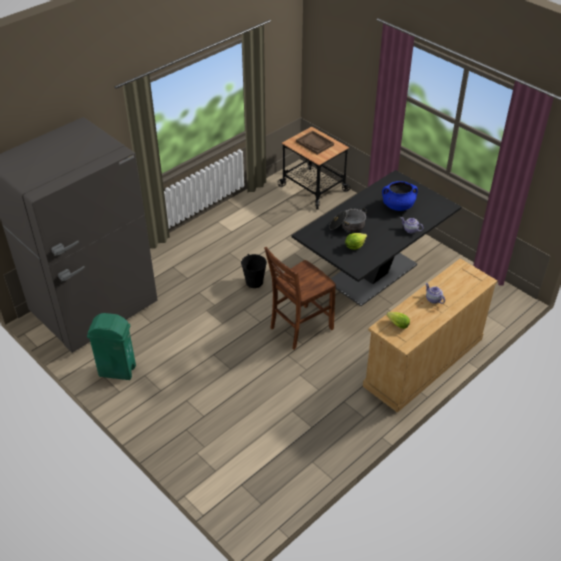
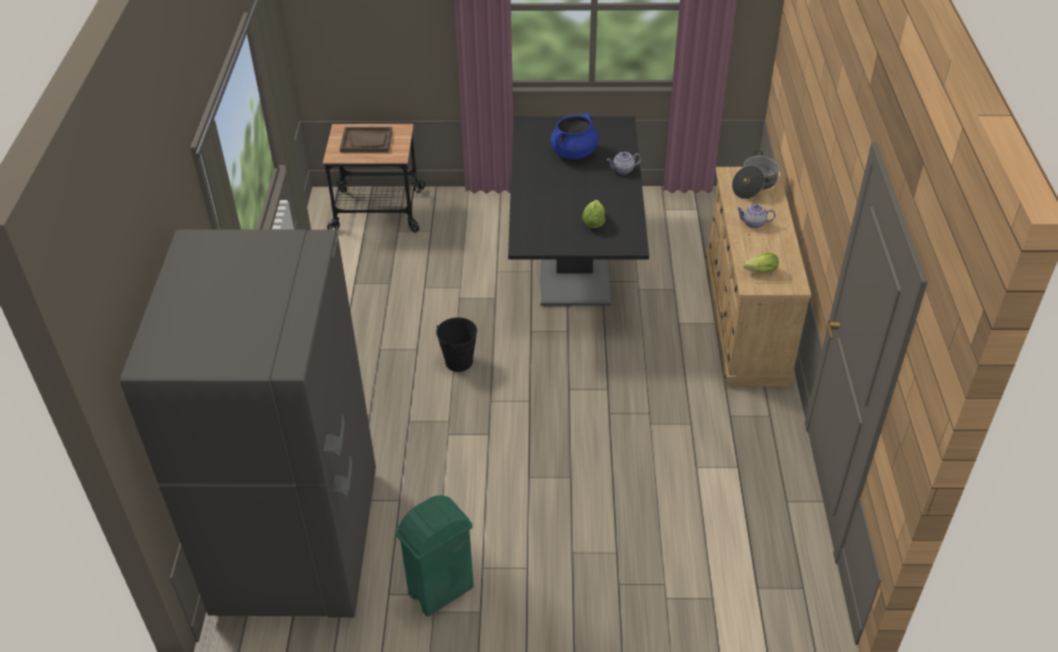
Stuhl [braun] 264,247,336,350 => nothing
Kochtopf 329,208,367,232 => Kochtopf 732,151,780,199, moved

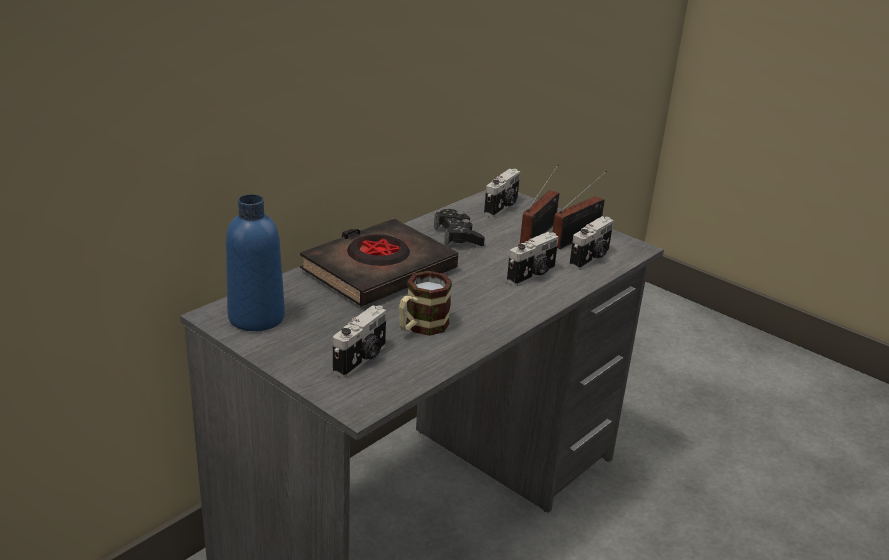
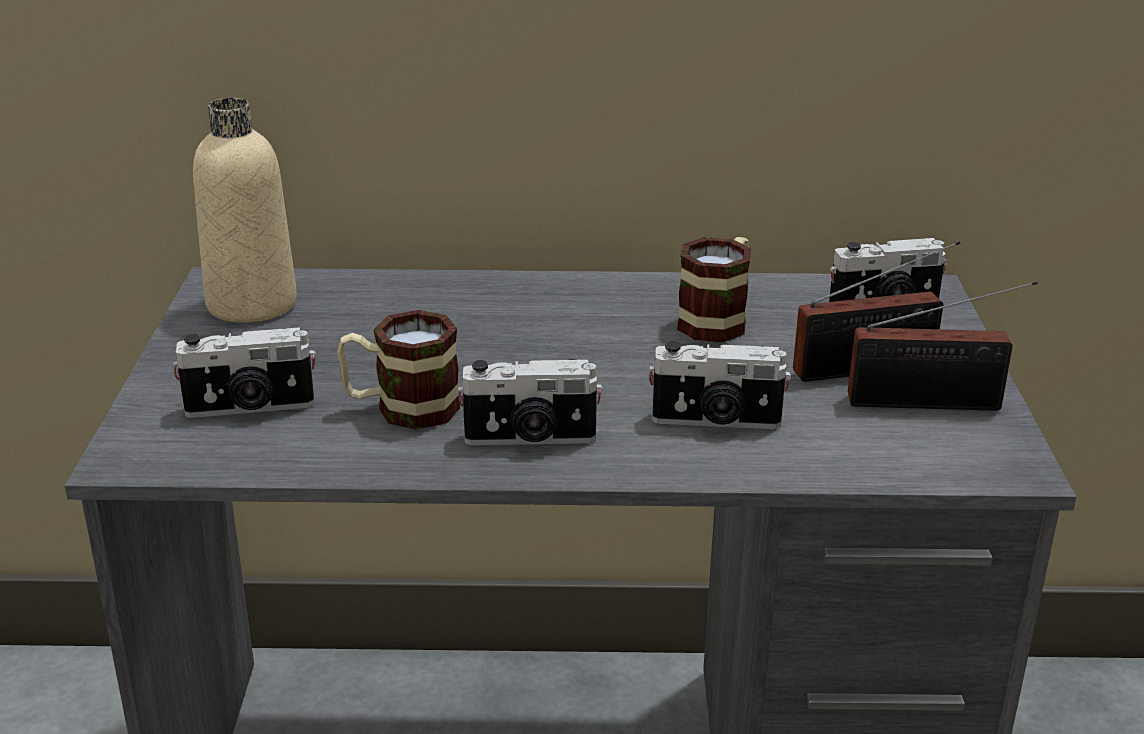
Buch [schwarz] 300,218,458,307 => nothing
Kamera 569,216,614,270 => Kamera 457,359,603,445, moved
Gamepad [schwarz] 434,209,485,246 => Henkelbecher 677,237,751,342
Flasche [blau] 226,194,285,331 => Flasche [beige] 193,98,297,323

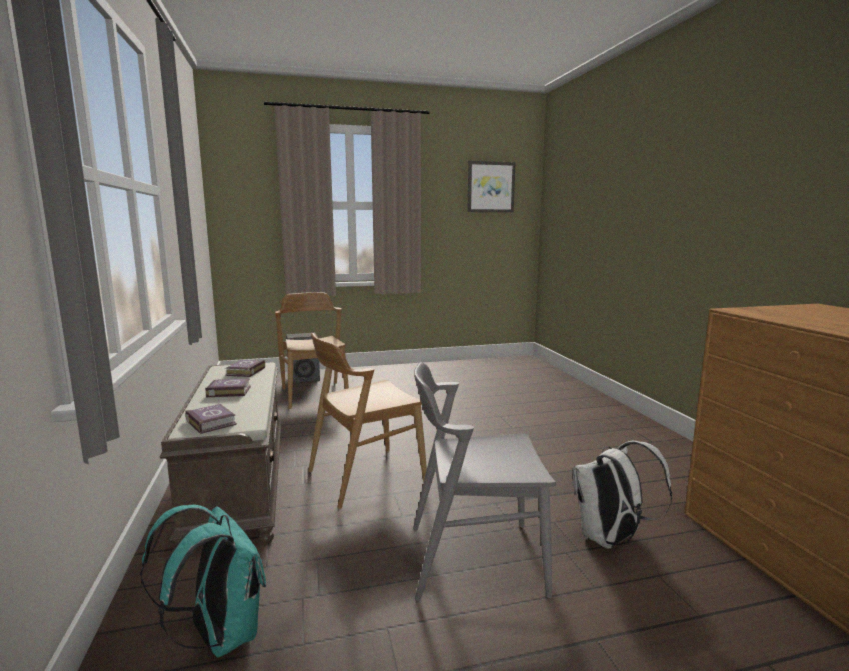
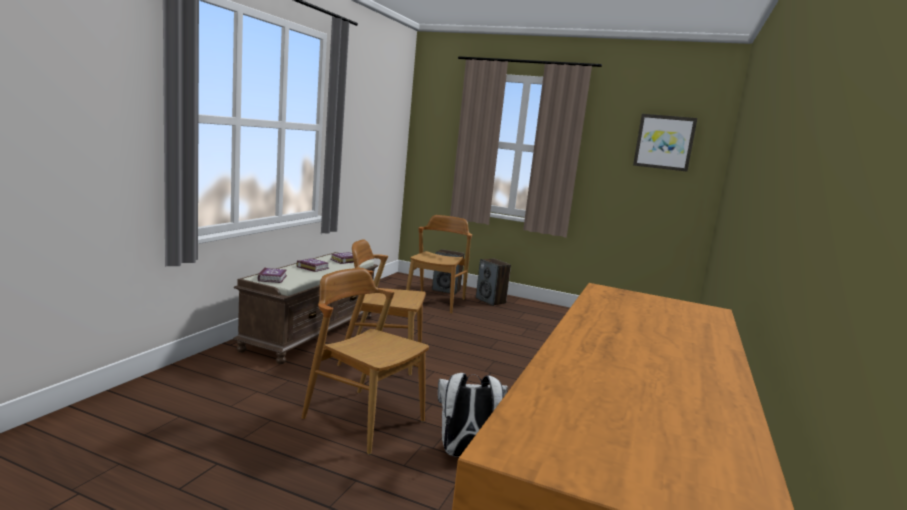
Rucksack [türkis] 140,505,266,658 => nothing
nothing => Lautsprecher 476,258,511,306
Stuhl [grau] 413,362,556,601 => Stuhl [braun] 302,268,429,454

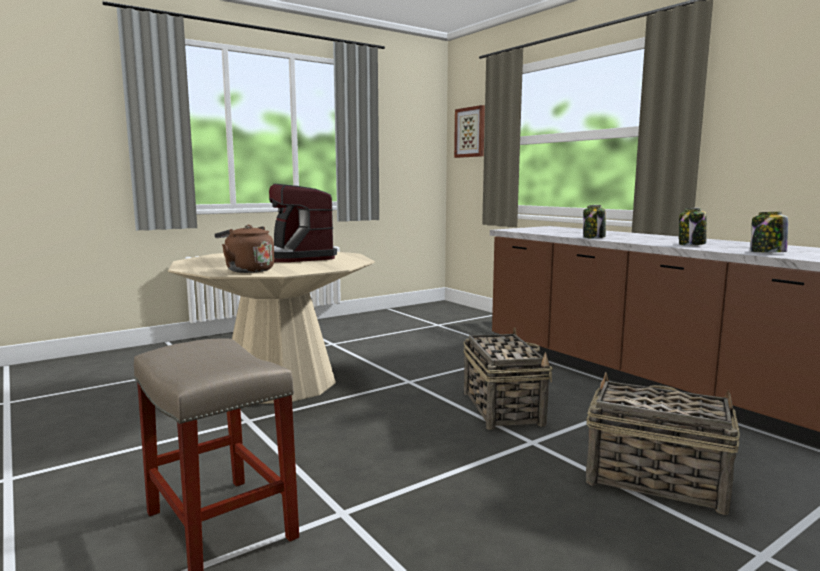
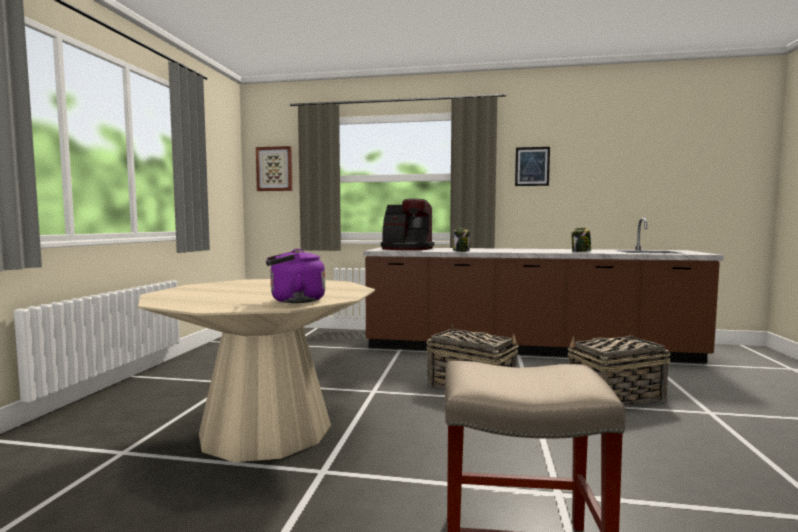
Vorratsglas 679,208,707,245 => nothing
nothing => Bild 515,147,550,186
Kaffeemaschine 269,184,337,262 => Kaffeemaschine 381,199,434,250, moved
Wasserkessel [braun] 214,225,274,273 => Wasserkessel [lila] 266,249,325,303

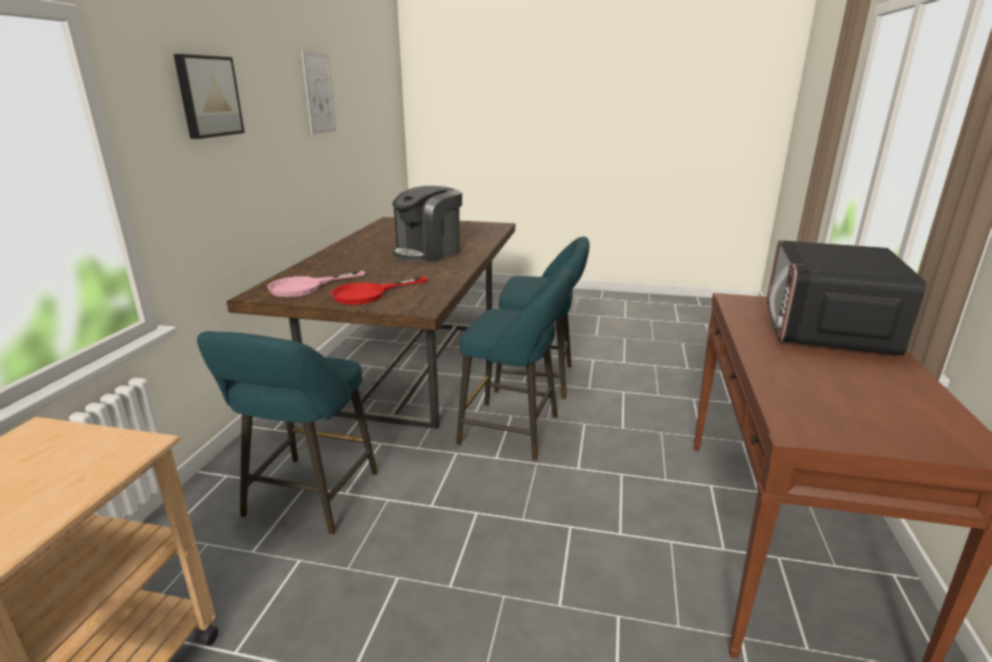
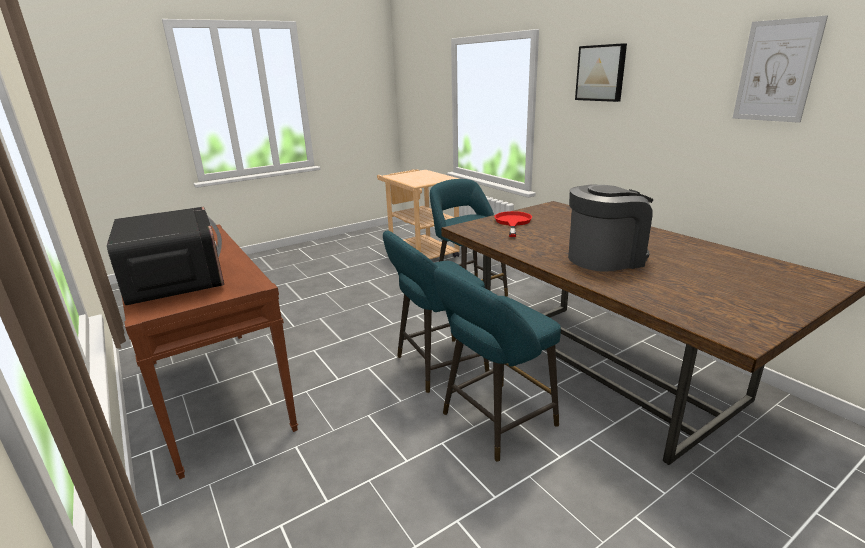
Pfanne [rosa] 267,271,365,297 => nothing
Kaffeemaschine 392,186,462,262 => Kaffeemaschine 568,185,653,272, 75 degrees clockwise

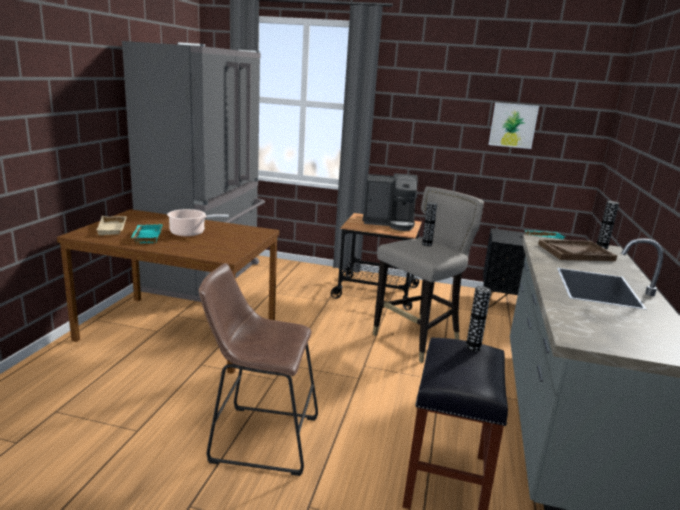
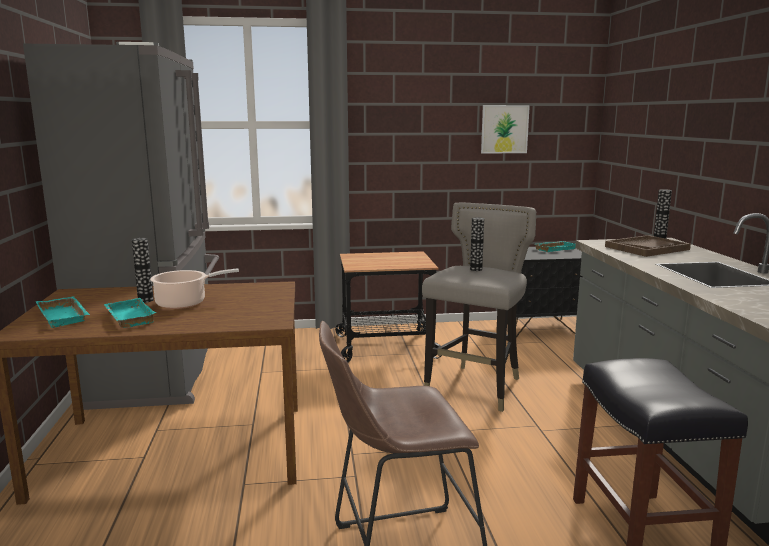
Kaffeemaschine 363,173,418,231 => nothing
Vase 466,286,491,351 => Vase 132,238,154,303, moved
Tablett [beige] 96,216,127,235 => Tablett [türkis] 36,296,90,328

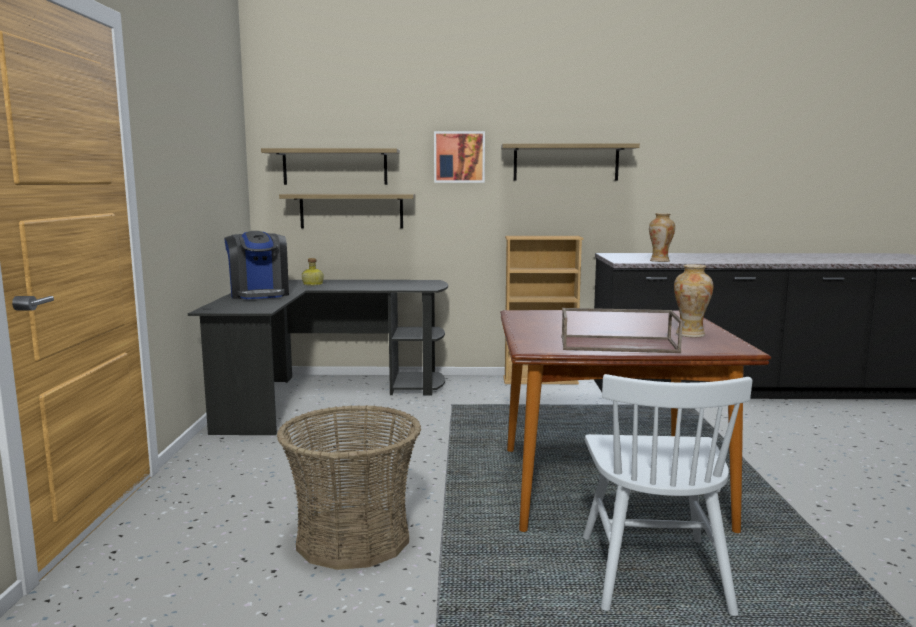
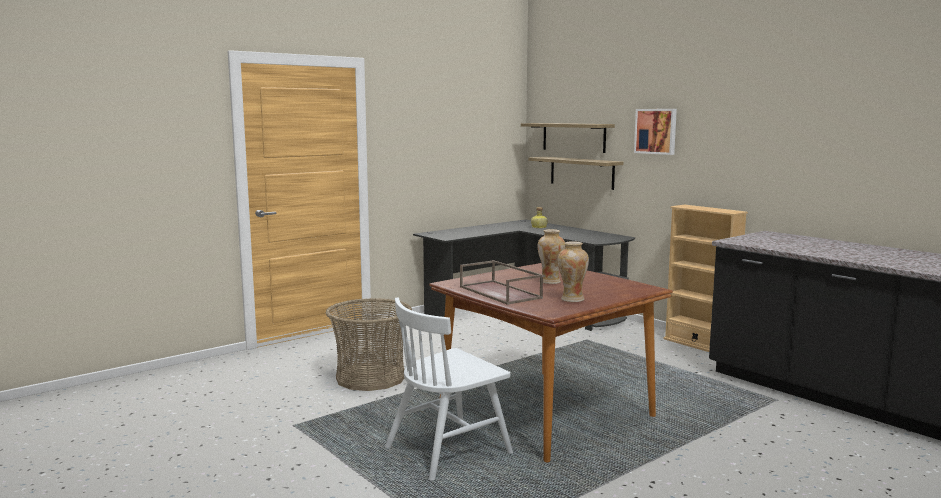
Kaffeemaschine 224,231,289,299 => nothing
Wandregal 501,143,640,180 => nothing
Vase 649,213,675,262 => Vase 538,229,565,284, moved

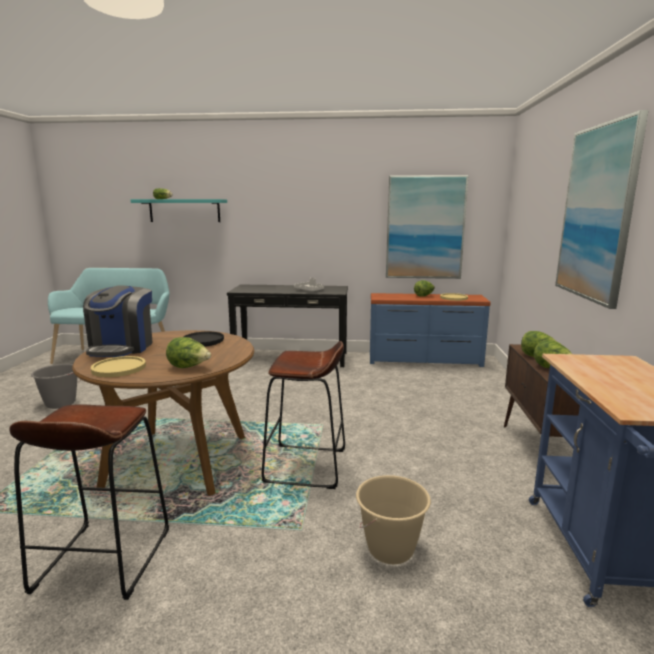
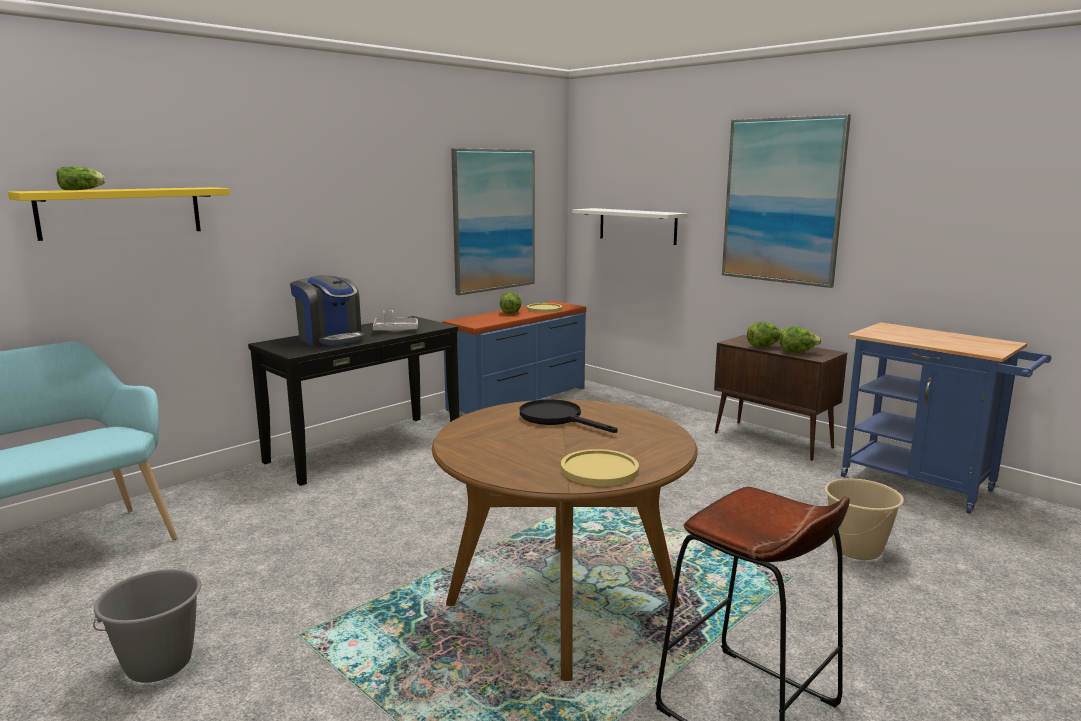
Salatkopf 166,337,211,368 => nothing
Hocker [braun] 262,341,345,489 => nothing
nothing => Wandregal [weiß] 572,208,688,245
Kaffeemaschine 83,285,153,357 => Kaffeemaschine 290,275,364,346, moved
Wandregal [türkis] 131,199,227,222 => Wandregal [gelb] 8,187,230,241

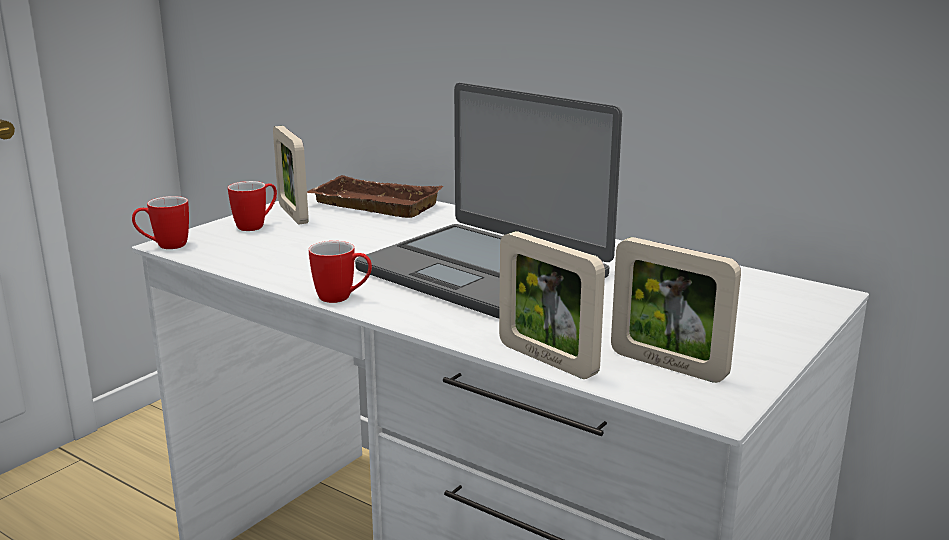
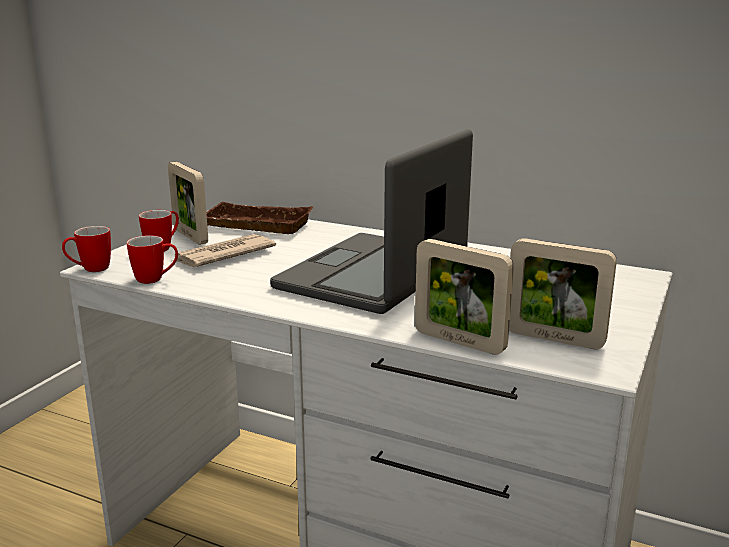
nothing => Zeitung 172,234,276,267
Henkelbecher 308,241,372,303 => Henkelbecher 126,235,178,284, moved
Laptop 355,83,622,319 => Laptop 270,129,473,314, 90 degrees clockwise

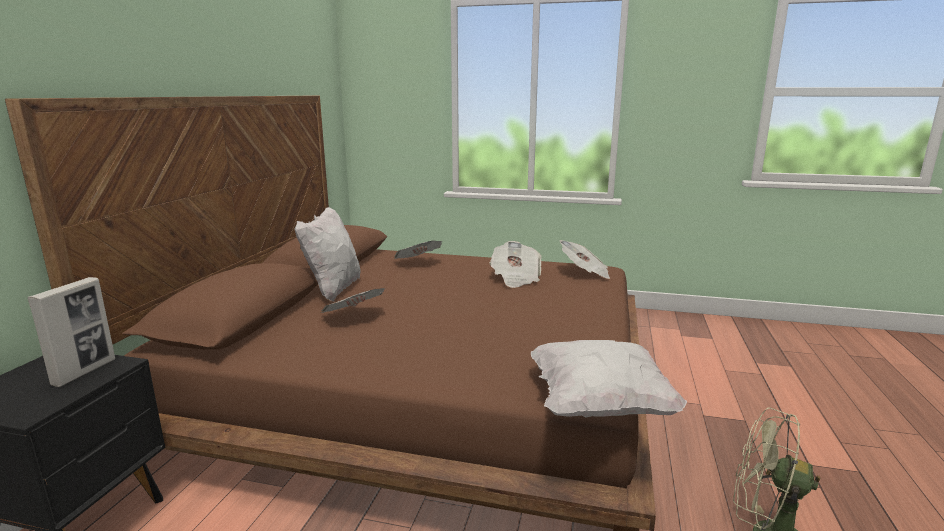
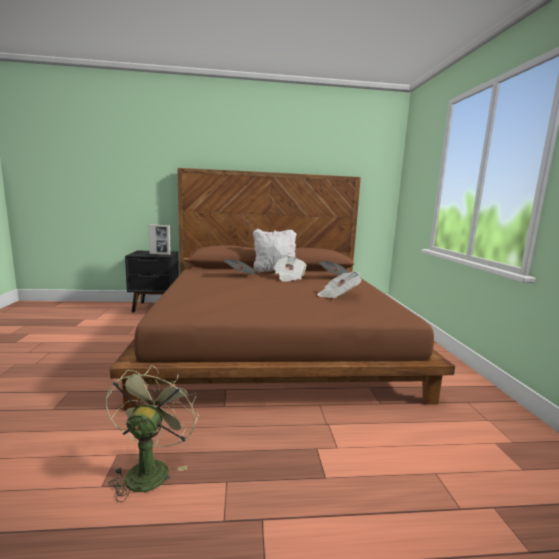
Kissen [weiß] 531,340,687,417 => nothing
Zeitung 560,240,610,279 => Zeitung 274,256,307,281, moved

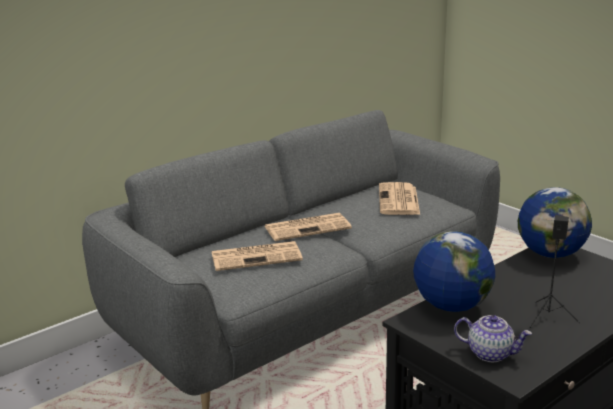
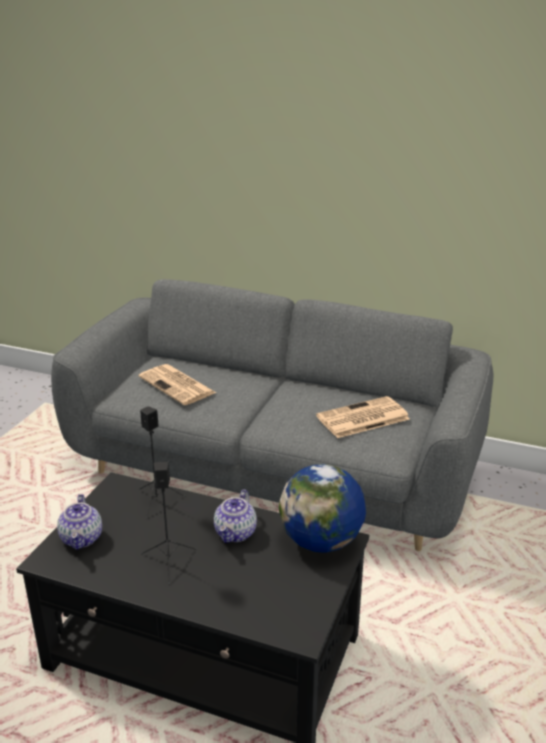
Zeitung 265,213,352,241 => nothing
nothing => Teekanne 214,489,257,543
Globus 413,231,495,312 => Lautsprecher [schwarz] 139,406,185,519

